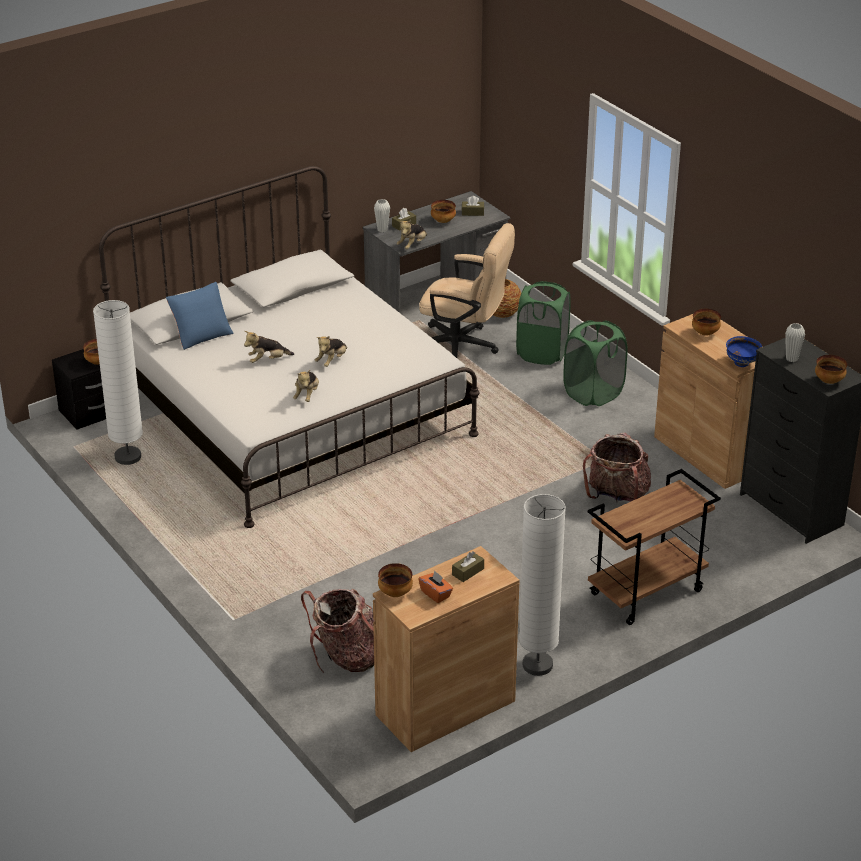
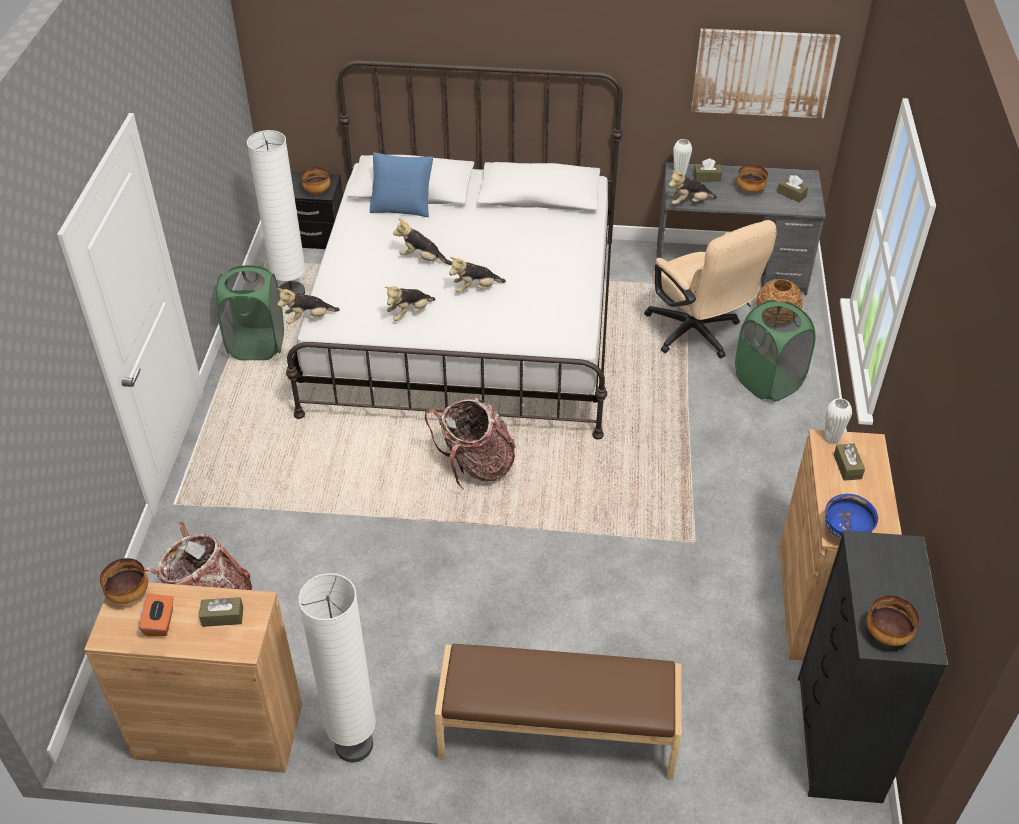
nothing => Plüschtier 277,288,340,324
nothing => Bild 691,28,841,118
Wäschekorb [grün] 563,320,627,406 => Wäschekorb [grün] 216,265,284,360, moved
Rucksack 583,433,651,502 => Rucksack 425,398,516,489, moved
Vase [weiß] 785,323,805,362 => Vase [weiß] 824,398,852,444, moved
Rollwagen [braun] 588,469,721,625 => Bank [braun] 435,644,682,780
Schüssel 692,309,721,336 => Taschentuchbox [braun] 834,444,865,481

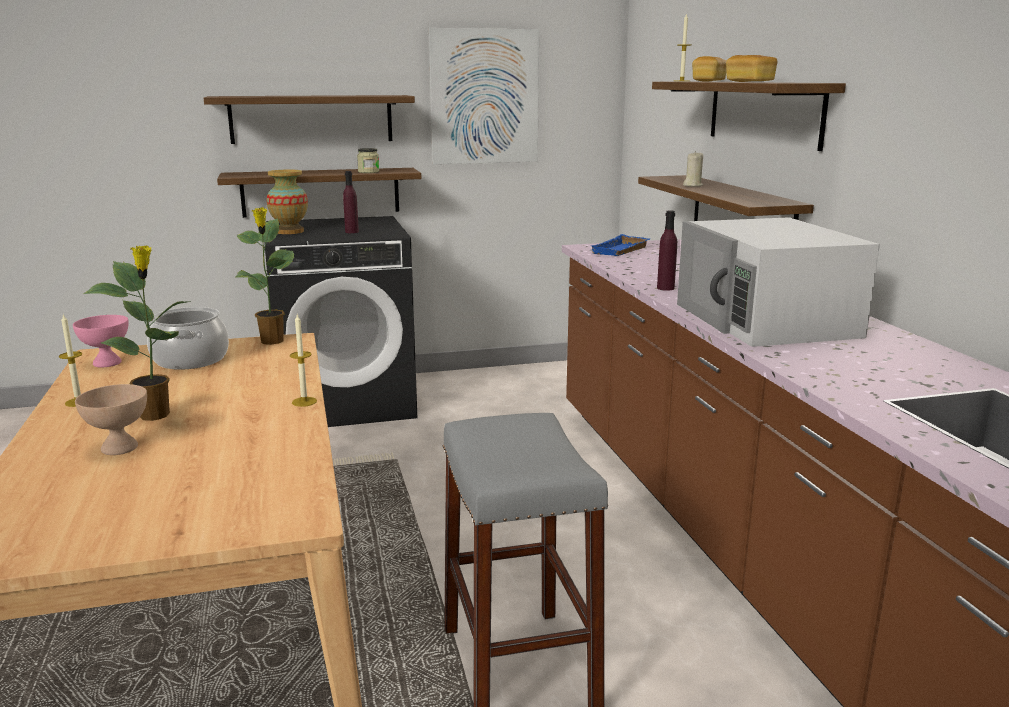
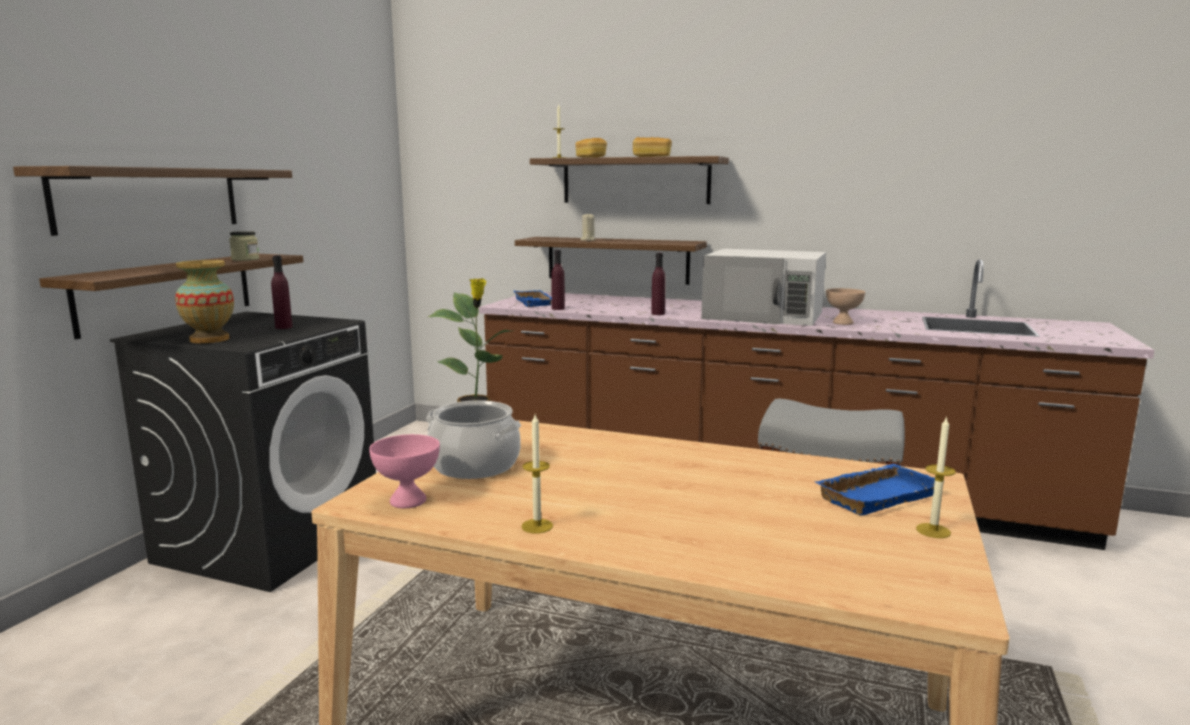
Topfpflanze 83,245,191,421 => nothing
Bild 429,28,539,164 => nothing
nothing => Flasche [lila] 551,250,565,310
nothing => Tablett [blau] 814,464,935,515
Schüssel [beige] 75,384,147,455 => Schüssel [beige] 826,288,865,325, moved
Kerze 290,315,317,407 => Kerze 916,416,956,538, moved

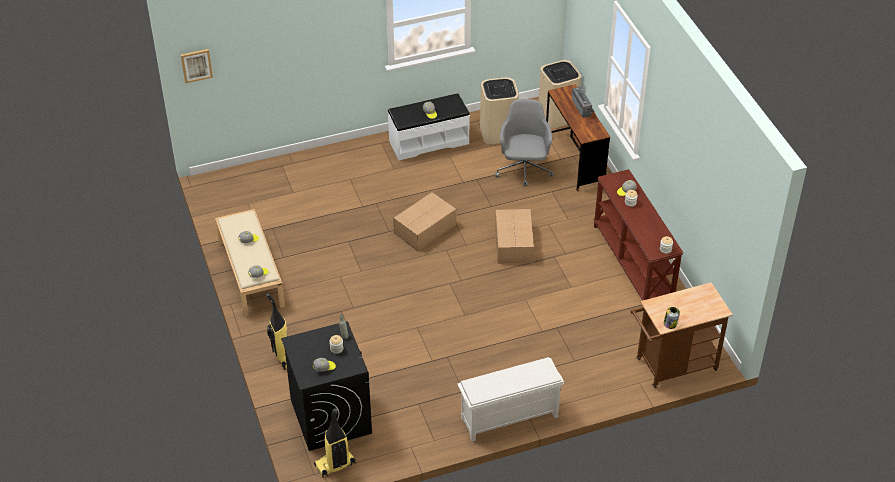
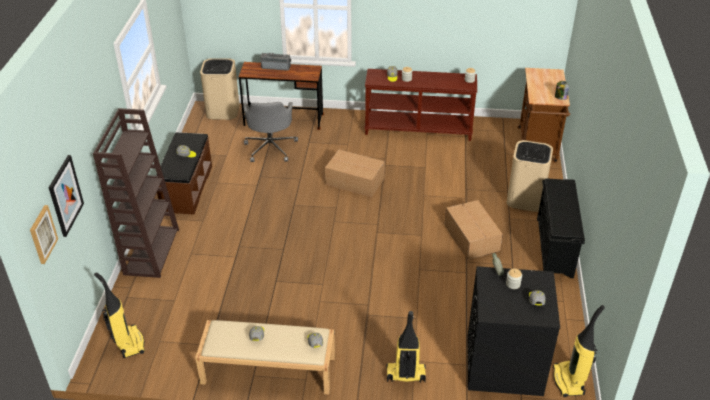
nothing => Bild 49,155,84,237
nothing => Bücherregal [braun] 93,108,179,278
nothing => Staubsauger 94,272,145,358
Karton 394,192,456,251 => Karton 445,200,503,260, moved
Mülleimer [beige] 480,77,519,144 => Mülleimer [beige] 507,140,553,212, moved
Bank [weiß] 387,93,470,161 => Bank [braun] 156,132,212,215
Schuhregal [weiß] 457,357,564,442 => Schuhregal [schwarz] 537,178,585,278
Bürostuhl [grau] 495,99,553,186 => Bürostuhl [grau] 243,102,298,162, 120 degrees counterclockwise

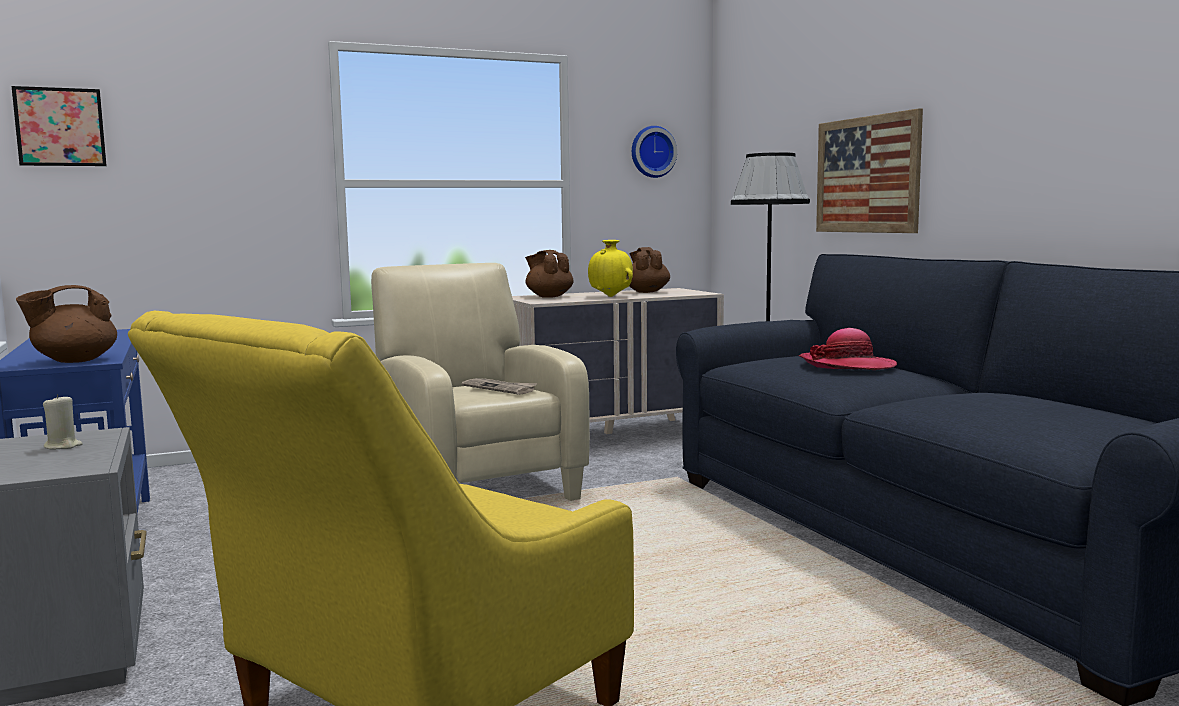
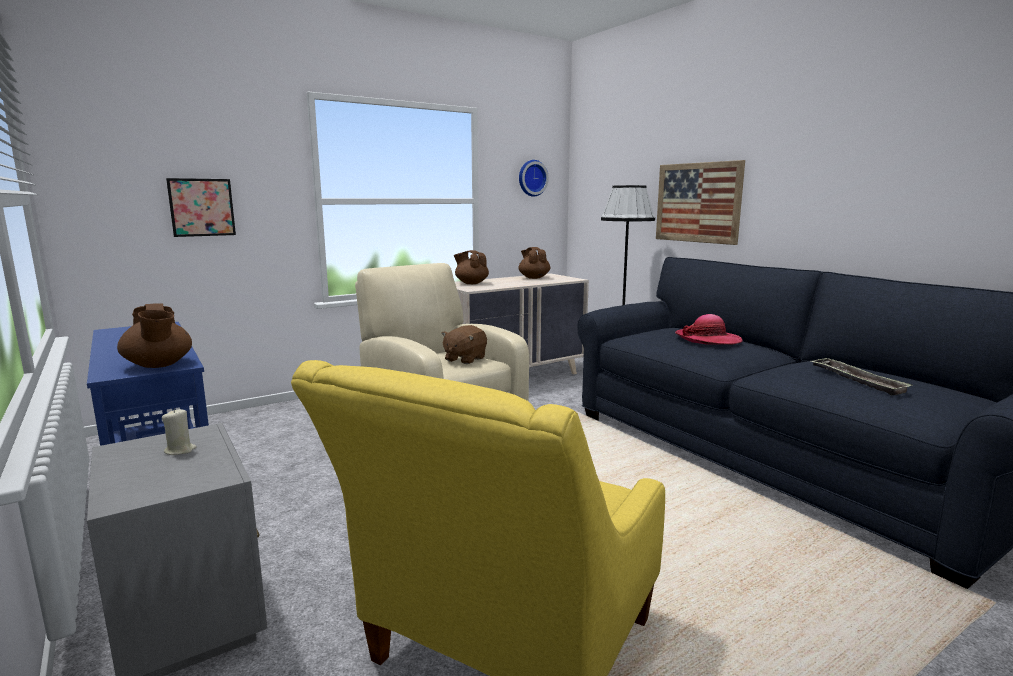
Vase [gelb] 588,240,633,297 => nothing
nothing => Tablett 811,358,913,395
Bild 11,86,107,166 => Bild 166,178,236,237, moved
Zeitung 461,378,538,395 => Plüschtier [braun] 441,325,487,364
Teekanne [braun] 16,285,117,363 => Teekanne [braun] 117,303,192,368, 75 degrees counterclockwise

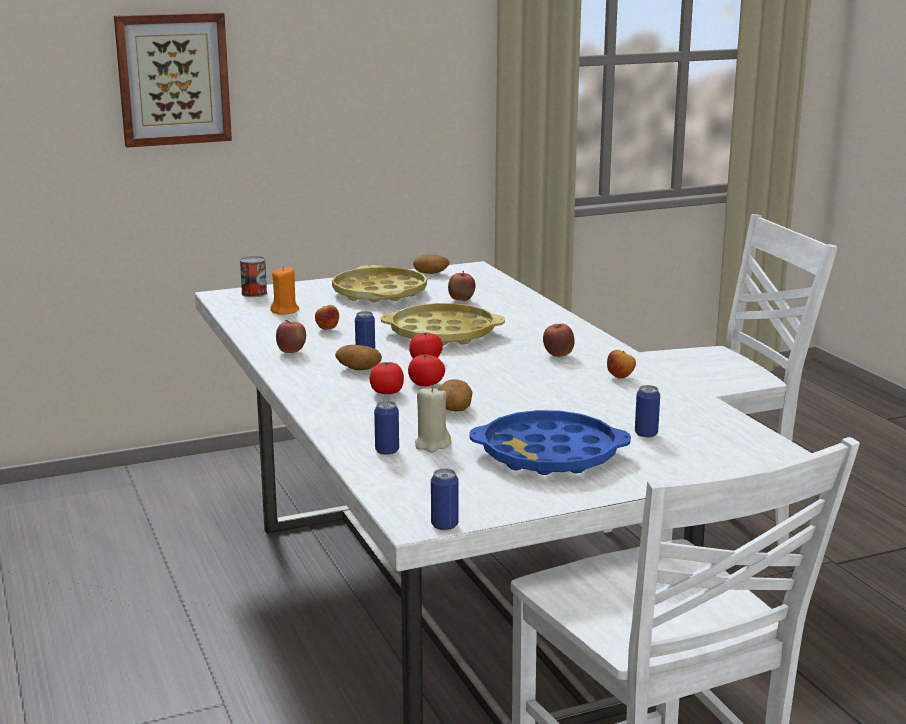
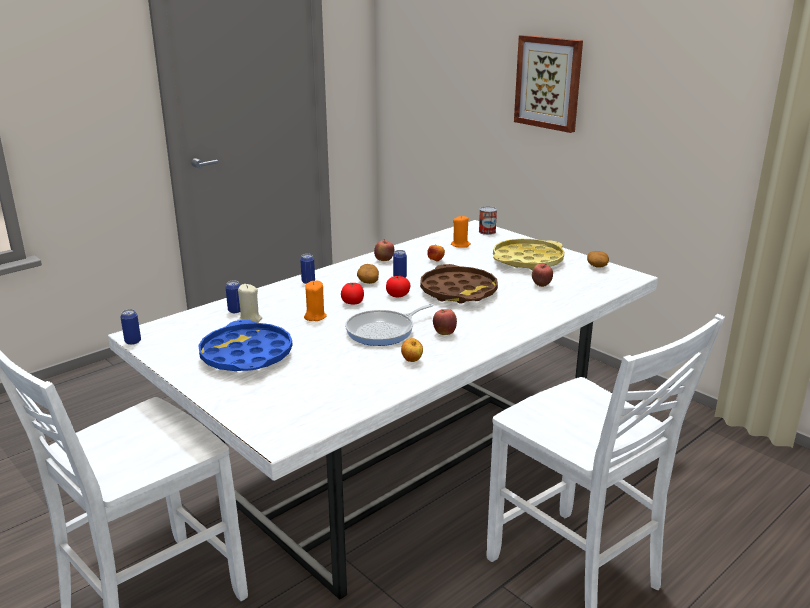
Tomate 369,362,404,394 => nothing
nothing => Pfanne 345,304,434,346
Dose 635,385,660,437 => Dose 300,254,315,284, moved
Kartoffel 438,379,473,412 => Kerze [orange] 304,281,327,321
Tablett [gelb] 381,303,505,346 => Tablett [braun] 420,264,498,303

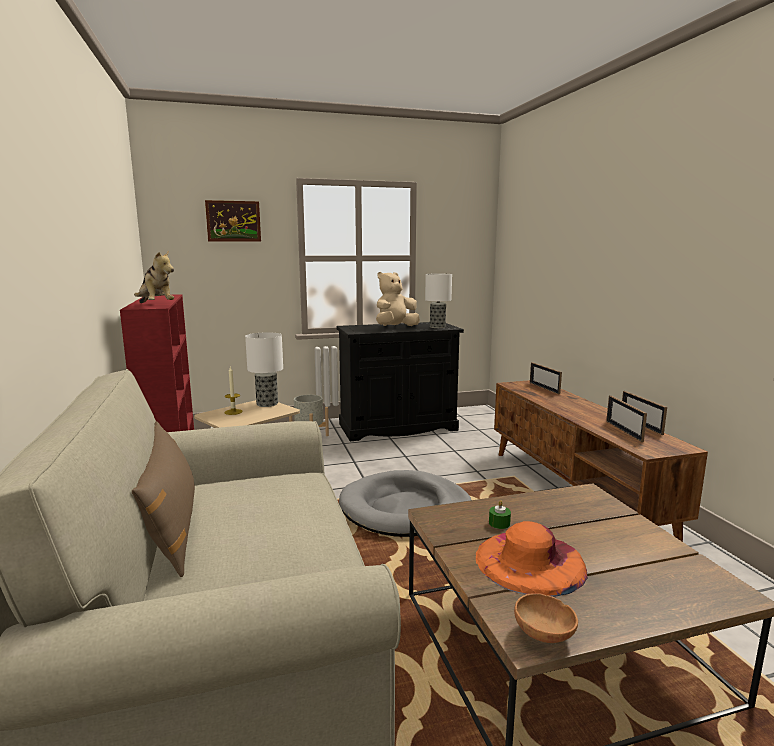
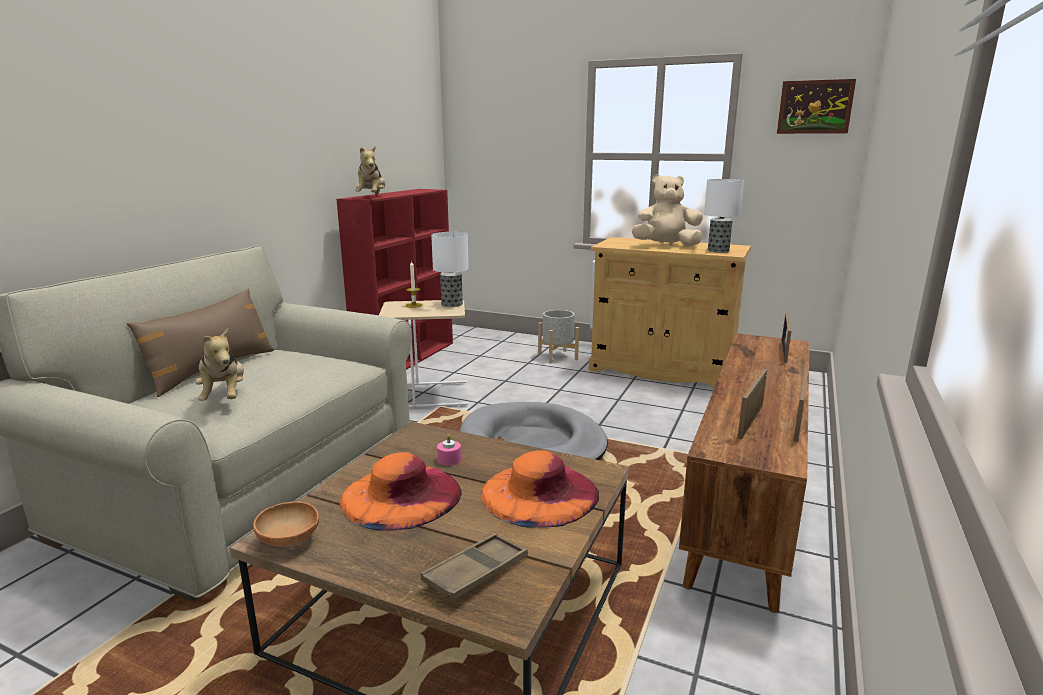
nothing => Plüschtier 195,328,244,401
nothing => Tablett [braun] 421,533,528,601
nothing => Hut [orange] 480,450,599,528
Bild 205,200,261,242 => Bild 777,79,856,134, moved
Schrank [schwarz] 336,322,464,441 => Schrank [beige] 589,237,751,388
Kerze [grün] 489,500,511,529 => Kerze [rosa] 437,434,461,466

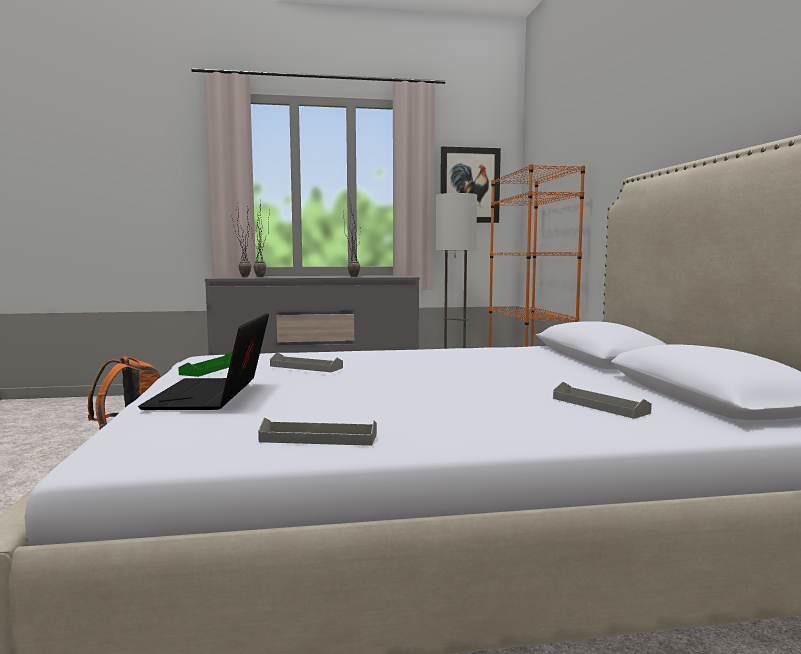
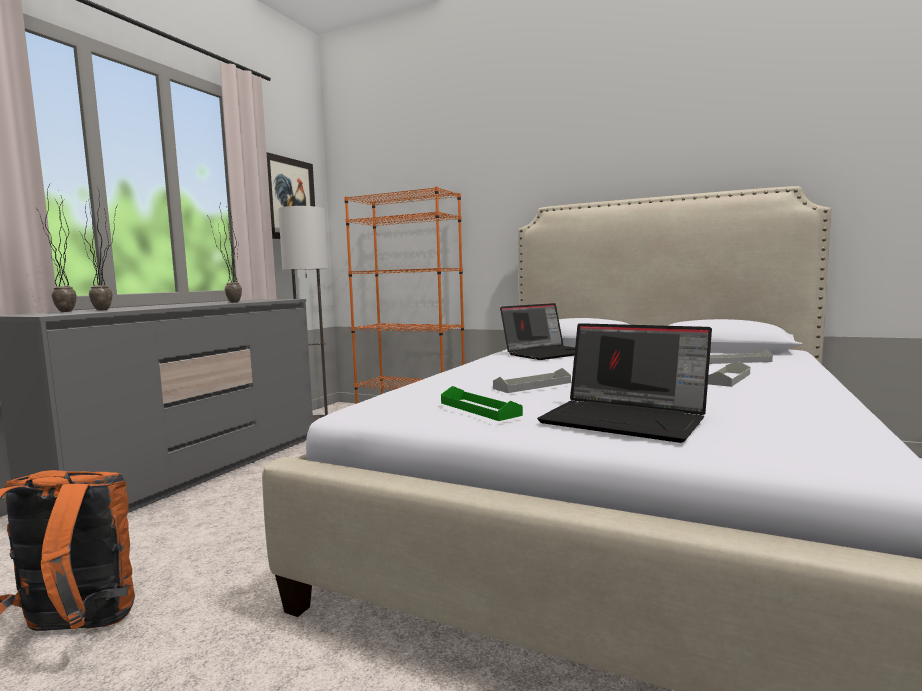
nothing => Laptop 500,303,575,360
Tablett [grau] 258,418,377,446 => Tablett [grau] 708,361,750,387, moved

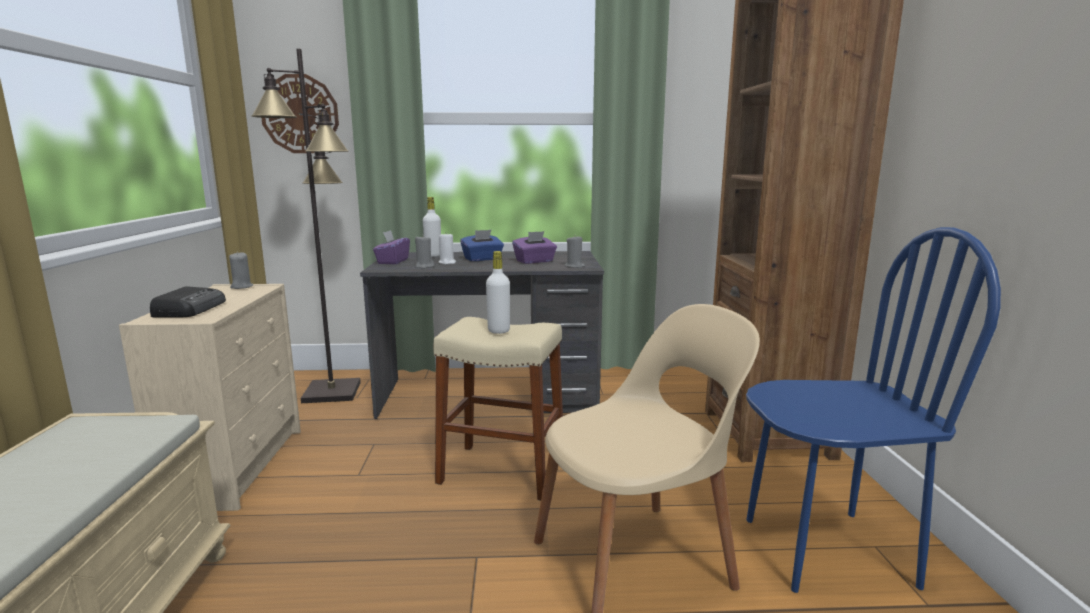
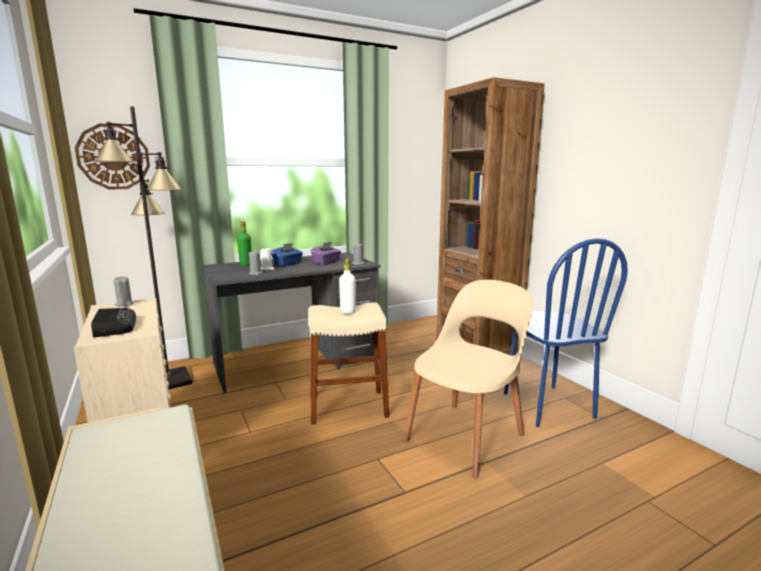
Taschentuchbox [lila] 373,230,410,264 => nothing
Flasche [weiß] 423,197,441,257 => Flasche [grün] 237,221,252,266
Stuhl [blau] 746,227,1001,593 => Stuhl [blau] 504,238,628,427, 105 degrees clockwise

